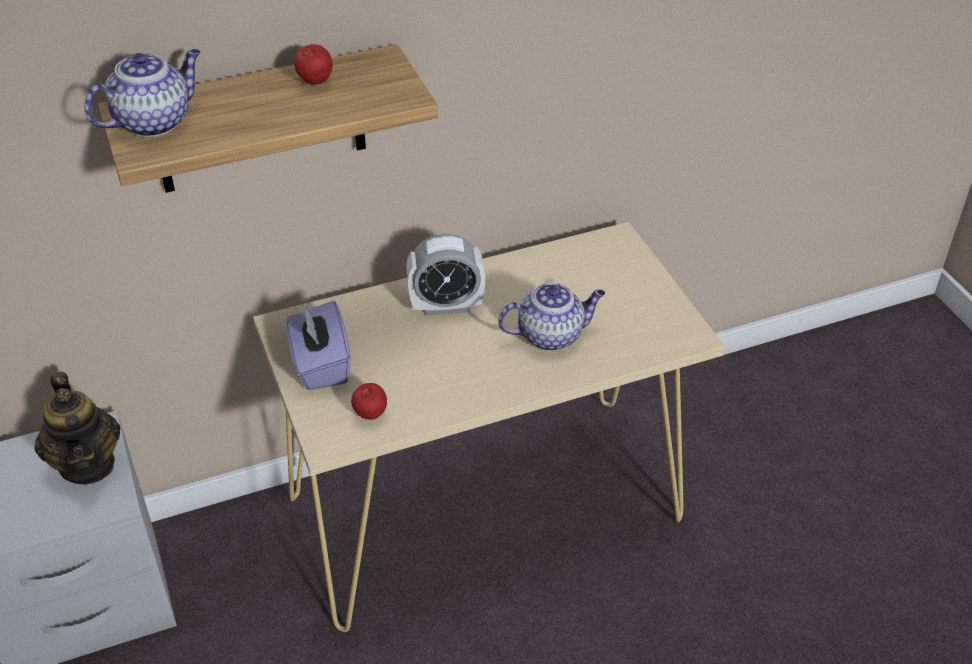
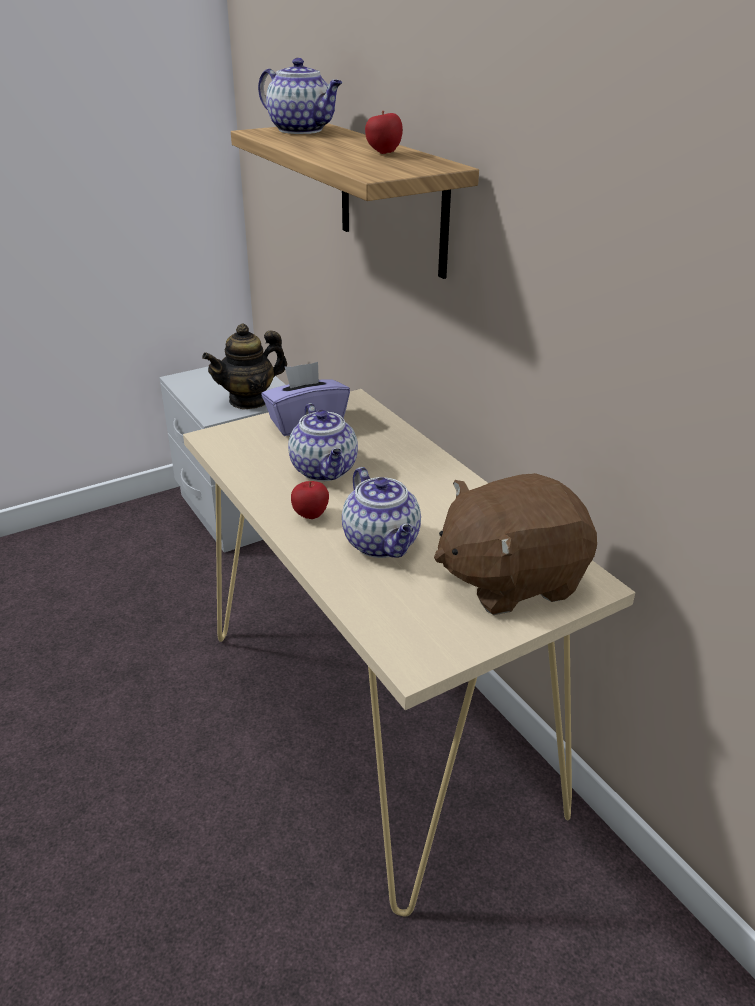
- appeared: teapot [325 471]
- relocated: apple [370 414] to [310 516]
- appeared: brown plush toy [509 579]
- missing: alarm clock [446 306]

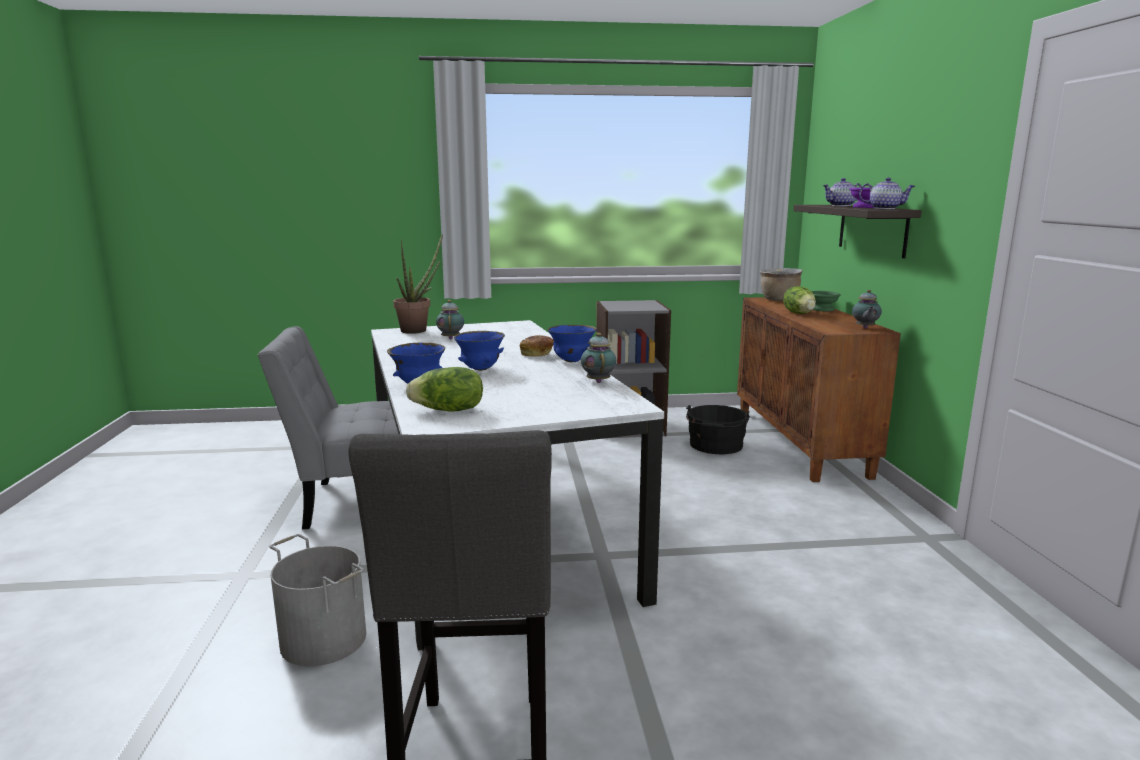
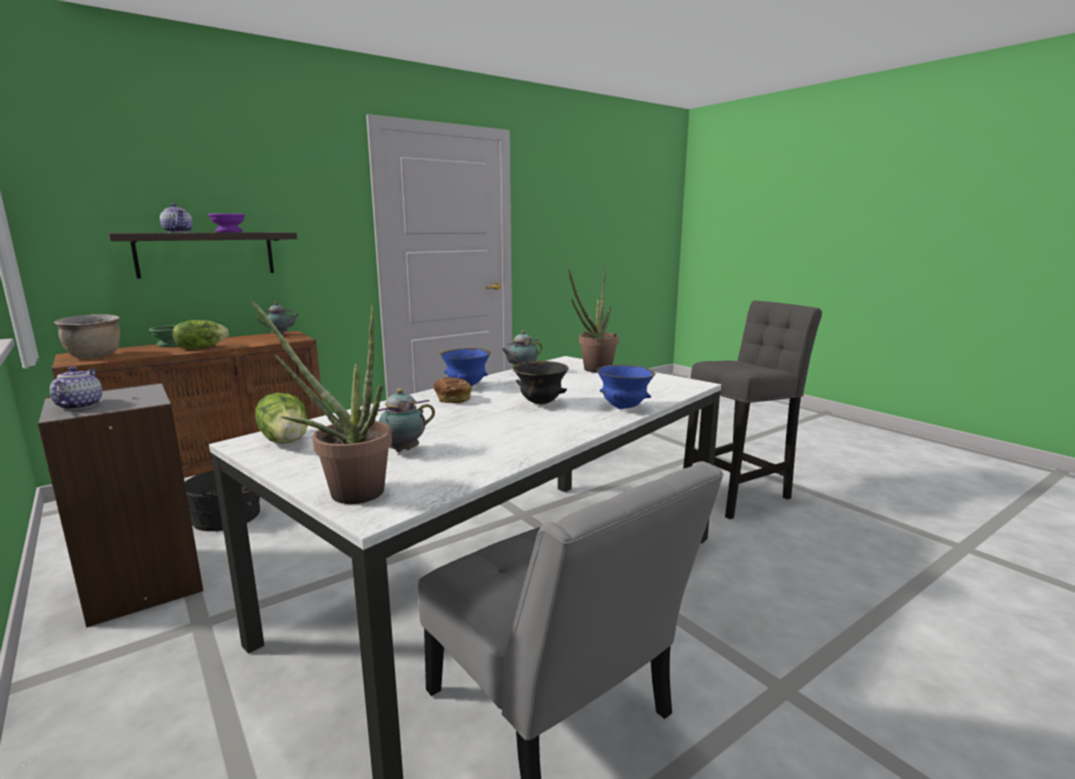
- relocated: teapot [885 208] to [79 406]
- relocated: lettuce [448 410] to [286 440]
- colour: blue bowl [480 369] to black bowl [540 403]
- appeared: potted plant [593 370]
- missing: grey bucket [325 639]

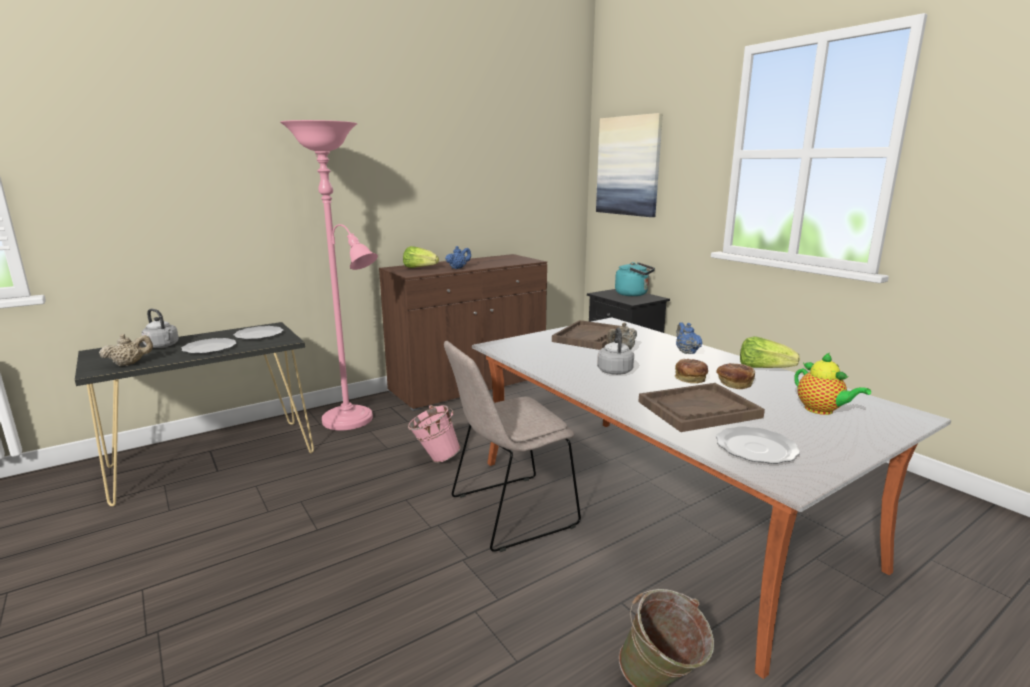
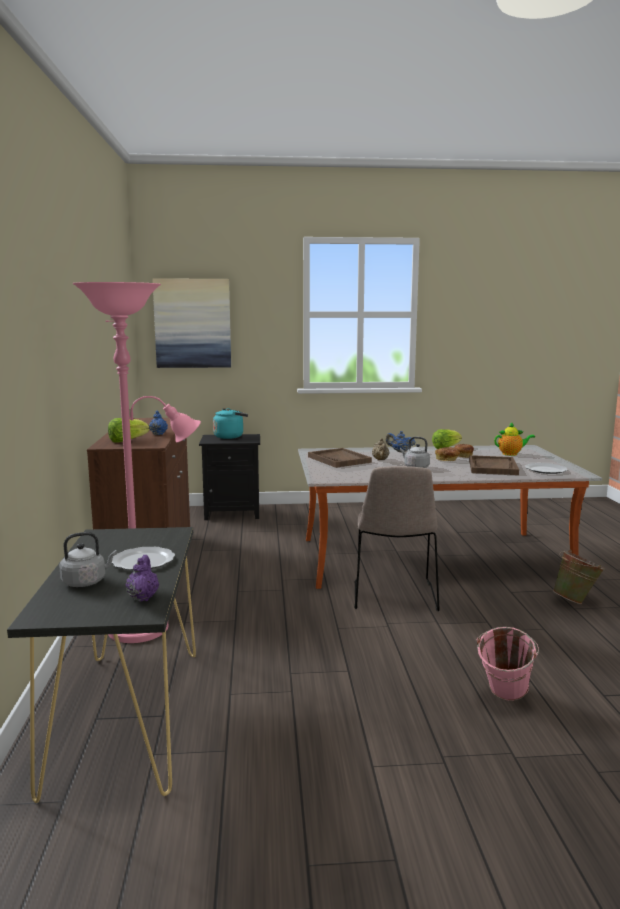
- colour: beige teapot [129 364] to purple teapot [143 597]
- relocated: pink bucket [434 458] to [503 698]
- missing: plate [258 335]

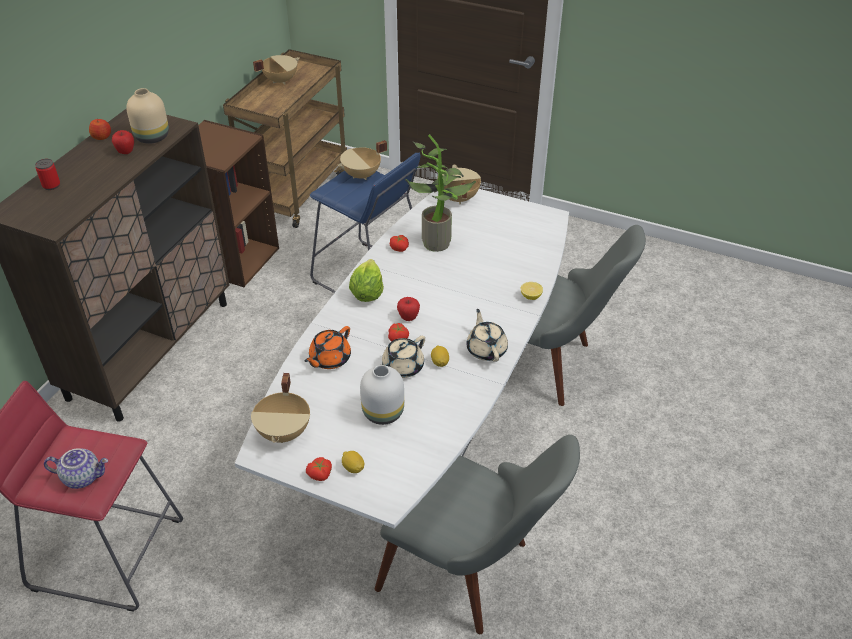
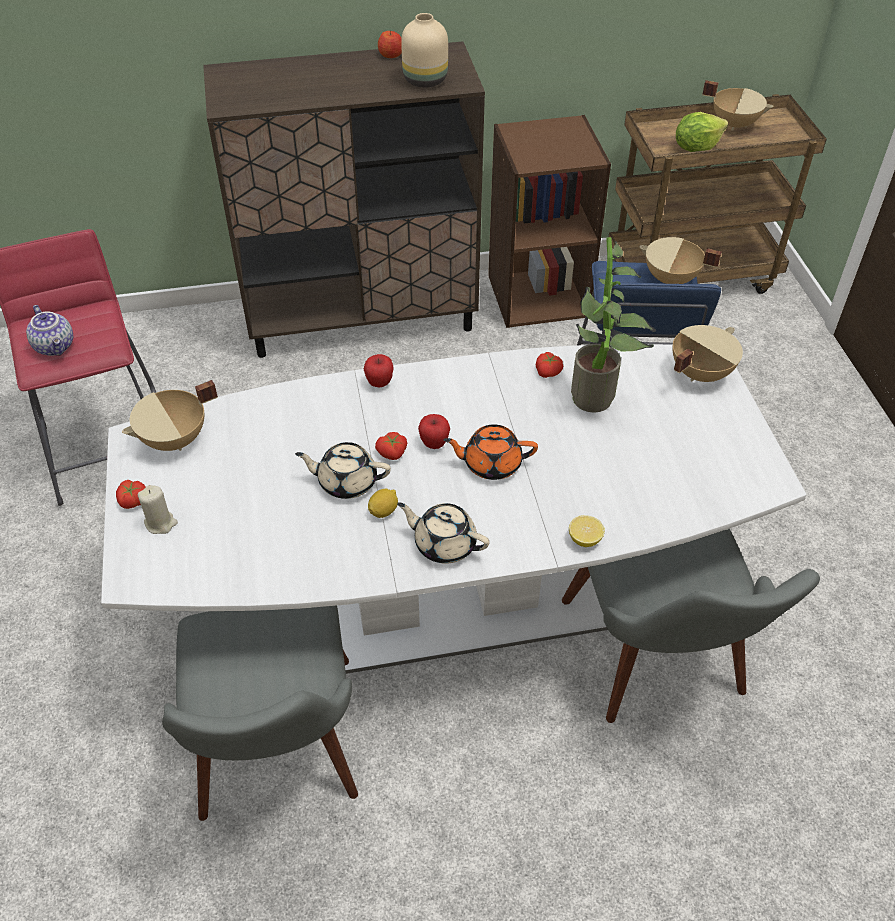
- exchanged: lemon [353 468] to beige candle [161 523]
- relocated: apple [126 152] to [379 383]
- spun: beige teapot [486 349] = [444 543] 105 degrees counterclockwise
- relocated: orange teapot [329 359] to [491 463]
- relocated: lettuce [367 293] to [696 148]
- missing: can [51 185]
- missing: white vase [384 413]

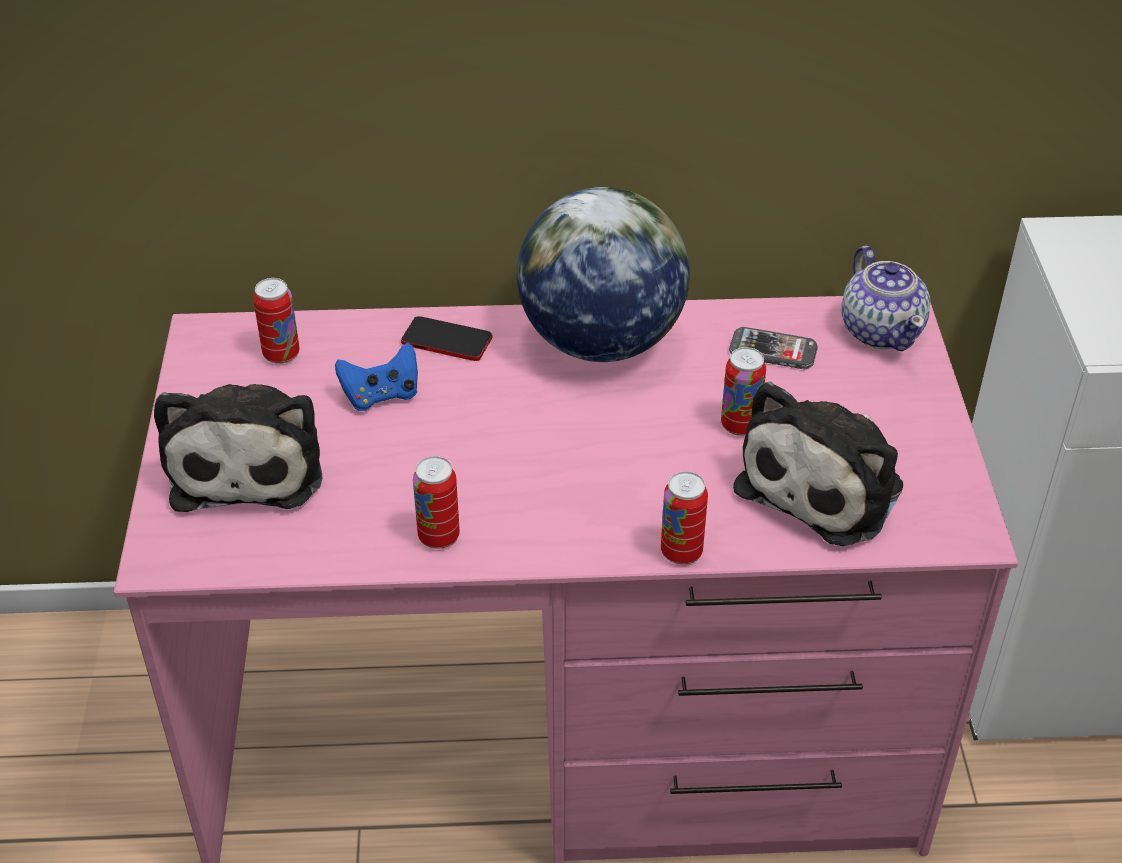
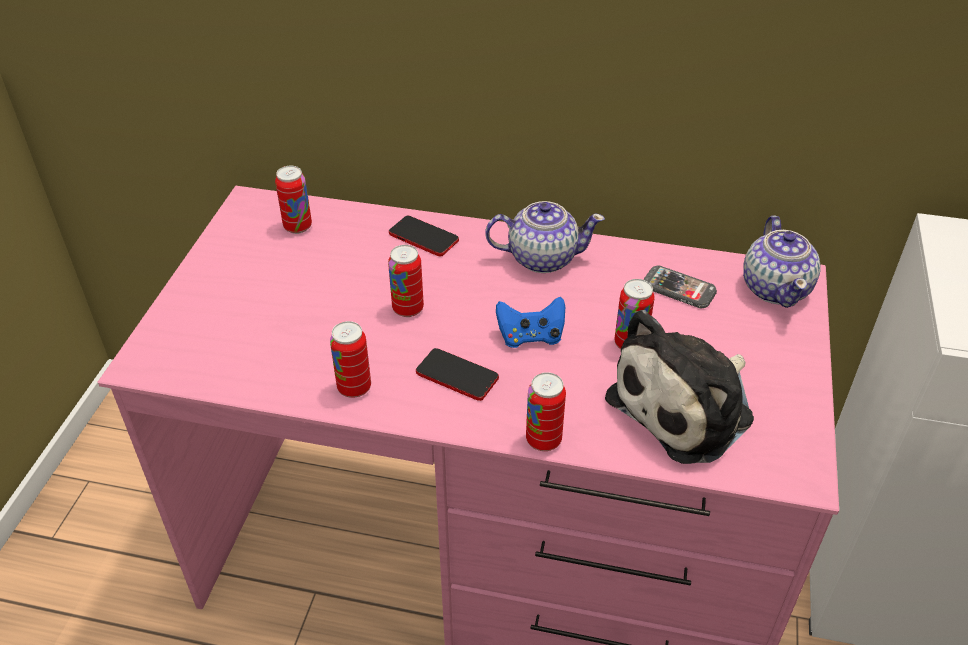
- appeared: can [408 309]
- appeared: phone [457 375]
- exchanged: globe [600 341] to teapot [541 258]
- relocated: blue game controller [381 395] to [530 337]
- missing: plush toy [248 462]

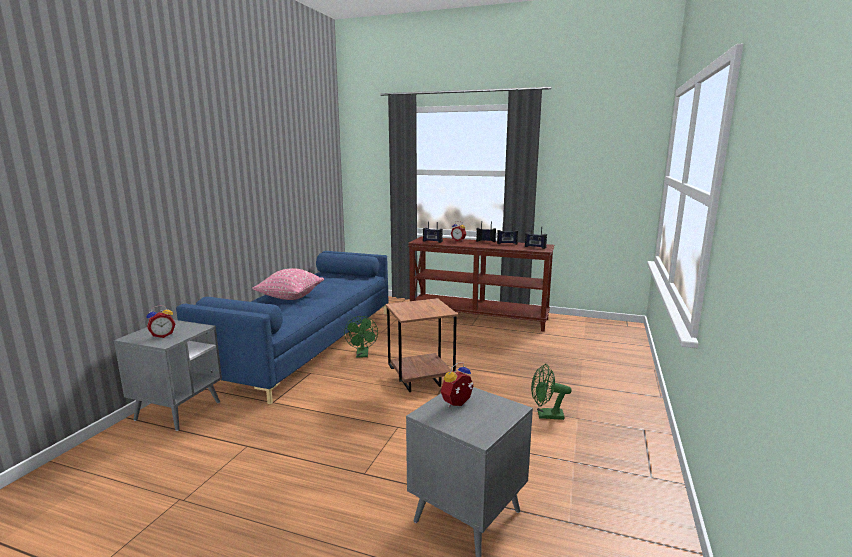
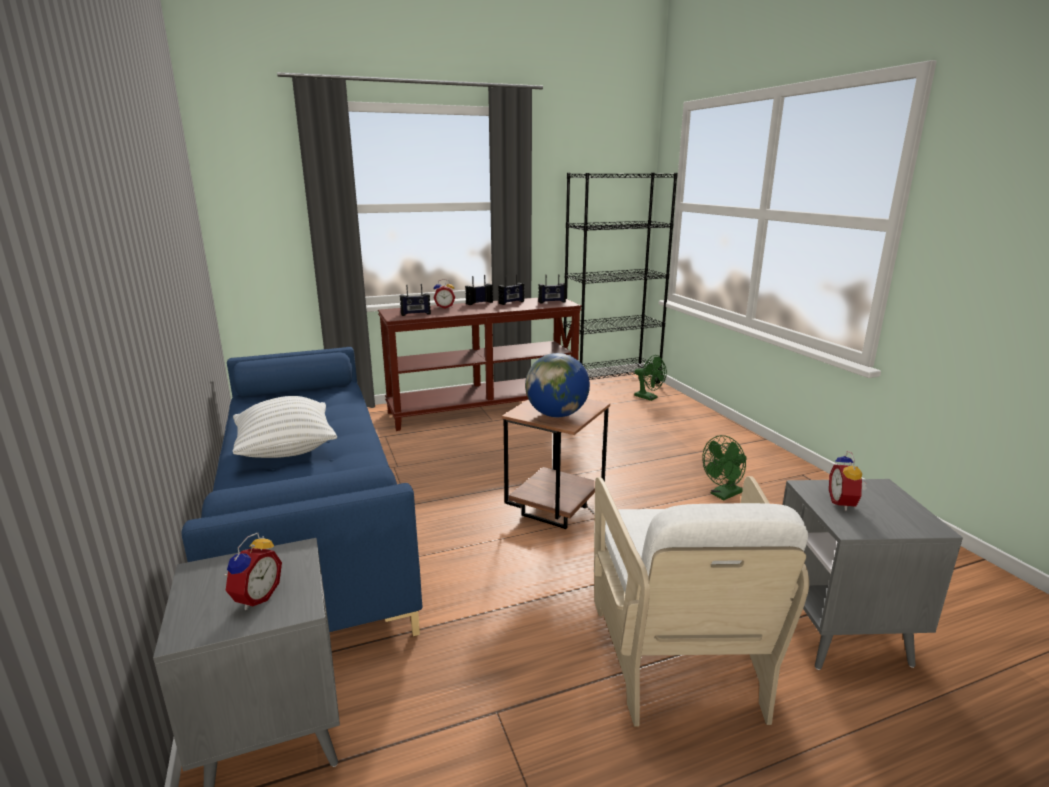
- colour: pink pillow [290 297] to white pillow [287 450]
- appeared: globe [556 415]
- appeared: black bookcase [611 383]
- appeared: white armchair [677 653]
- relocated: green fan [362 355] to [649 398]

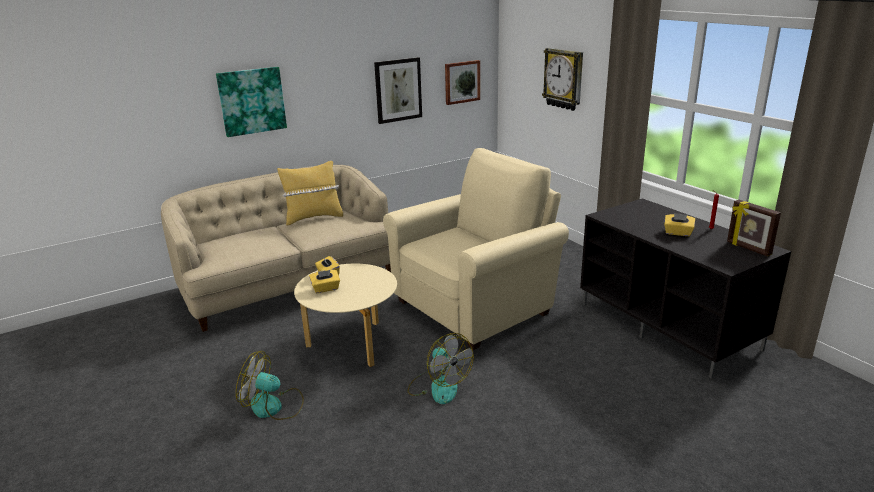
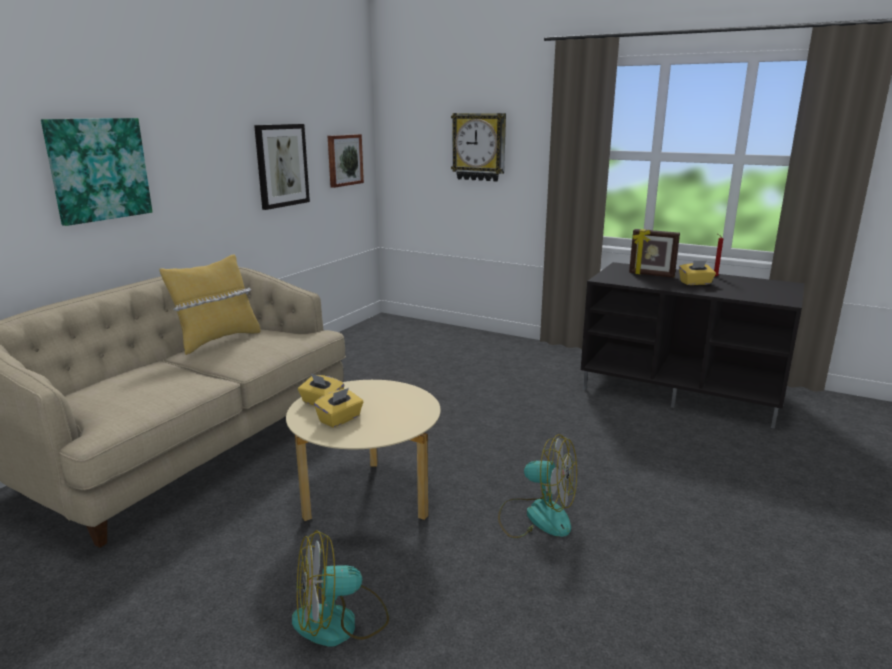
- relocated: picture frame [748 248] to [651 275]
- missing: beige armchair [477 305]

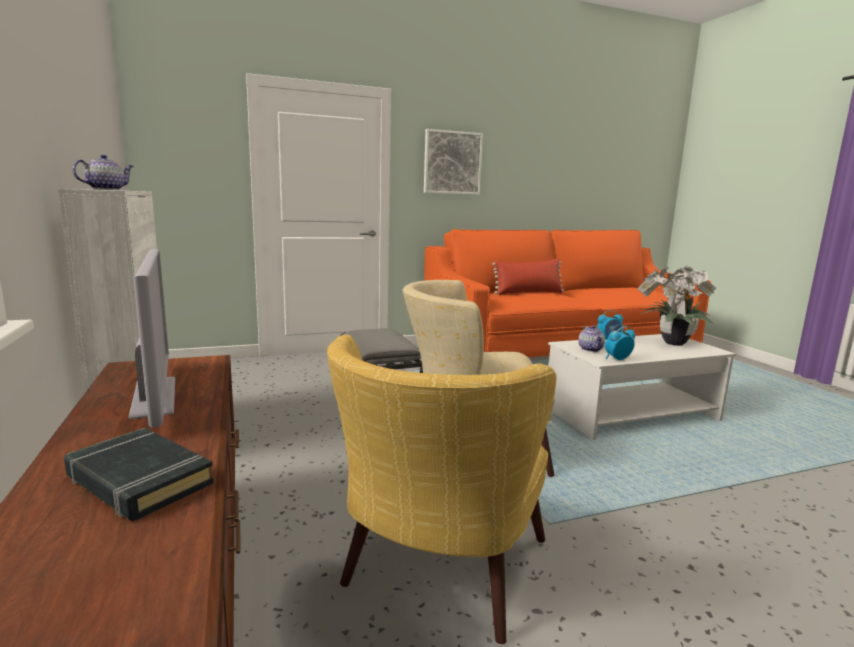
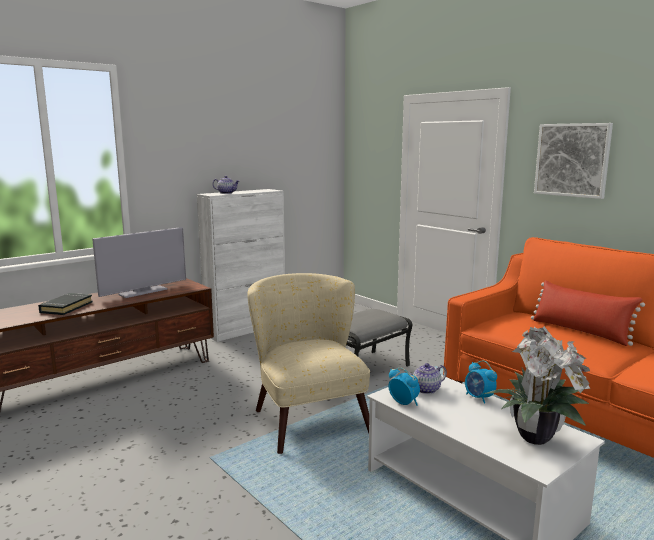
- missing: yellow armchair [437 576]

